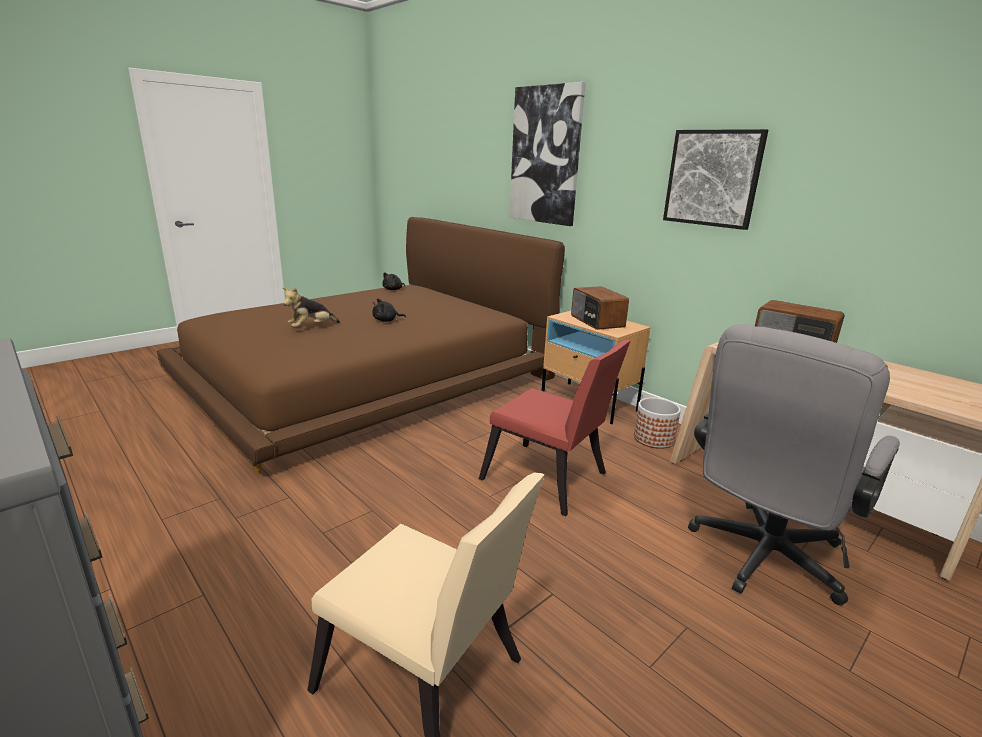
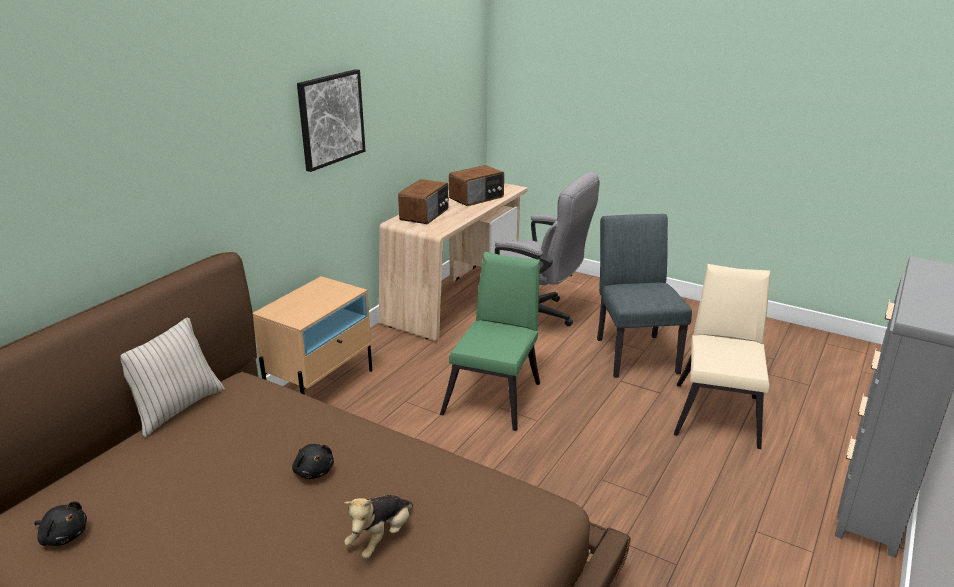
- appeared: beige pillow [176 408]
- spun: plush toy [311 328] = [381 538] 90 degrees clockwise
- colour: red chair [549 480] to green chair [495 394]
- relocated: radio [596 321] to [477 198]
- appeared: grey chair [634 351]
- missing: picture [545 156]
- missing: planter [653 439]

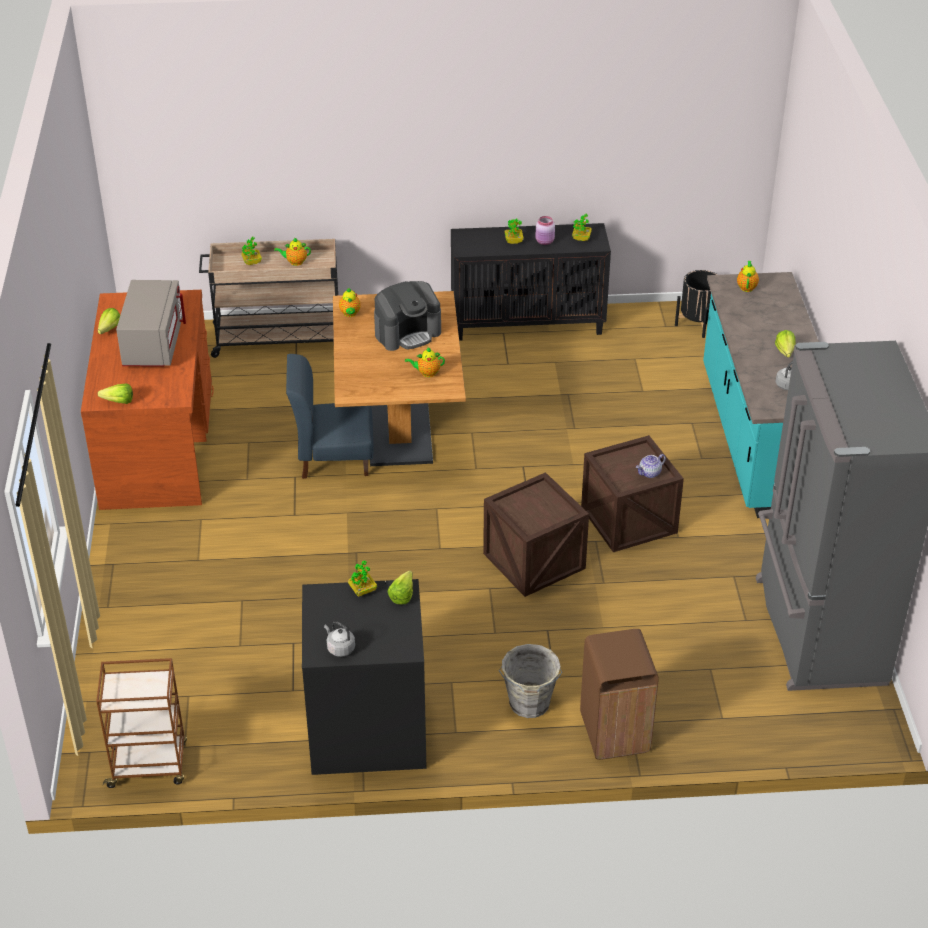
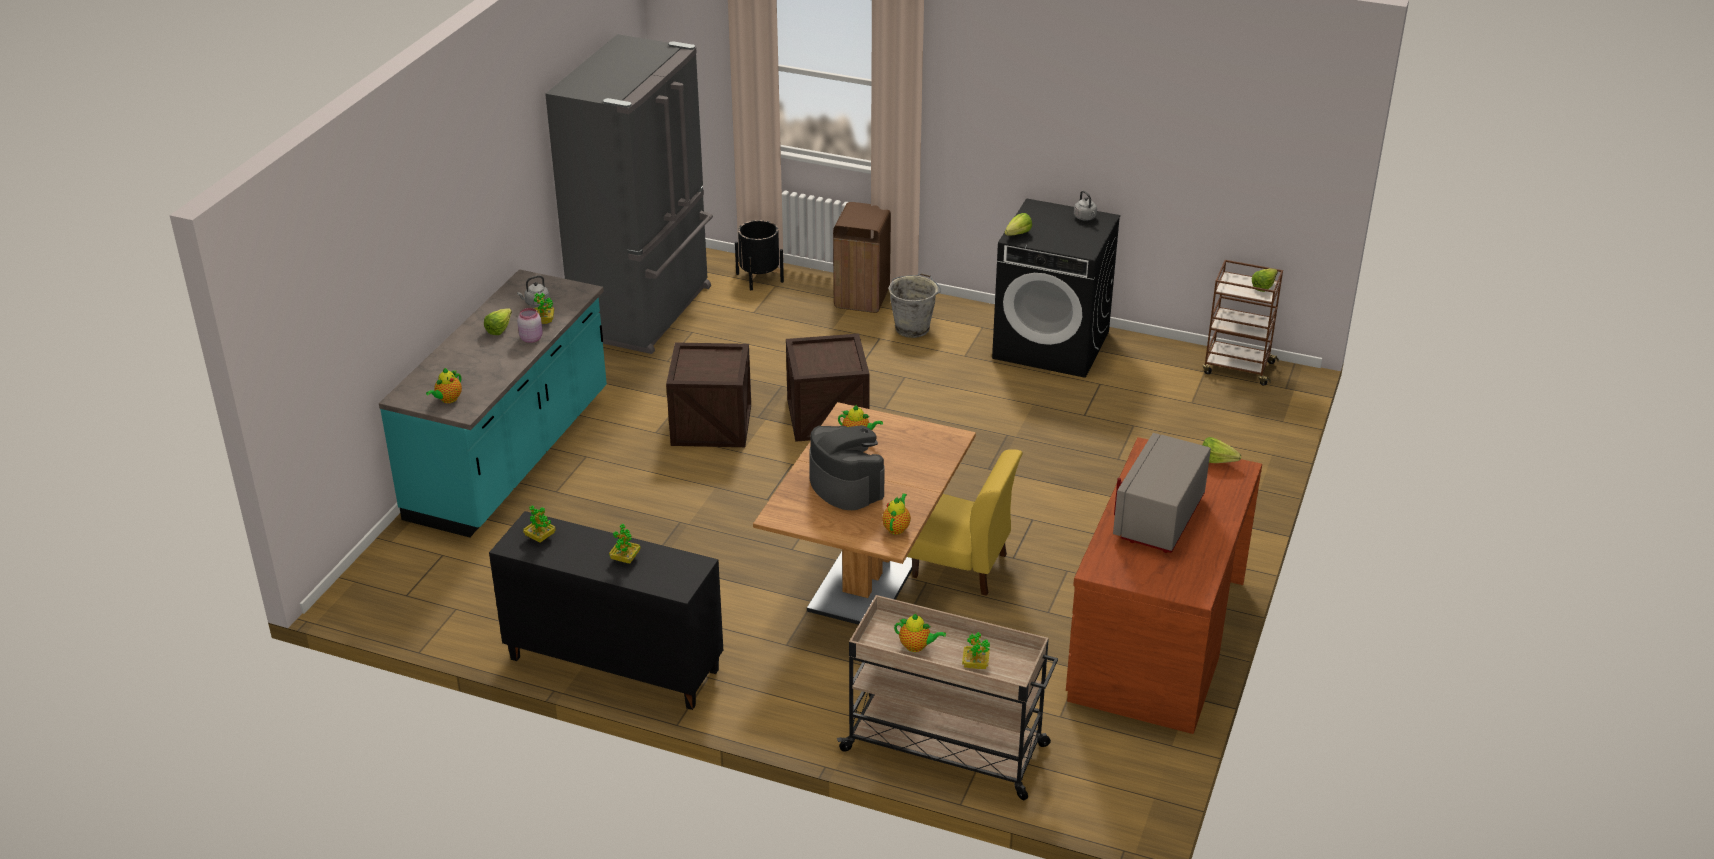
- relocated: pink jar [545 242] to [531 338]
- relocated: potted plant [362 590] to [543 321]
- relocated: black planter [698 324] to [759 278]
- spun: coffee machine [407 333] = [846 485] 60 degrees clockwise
- colour: blue chair [333 458] to yellow chair [960 566]
- relocated: lettuce [107 331] to [1266 286]
- missing: teapot [650 473]

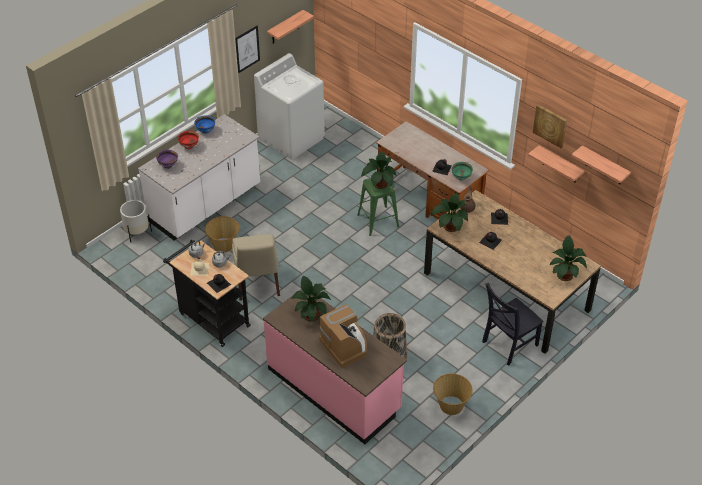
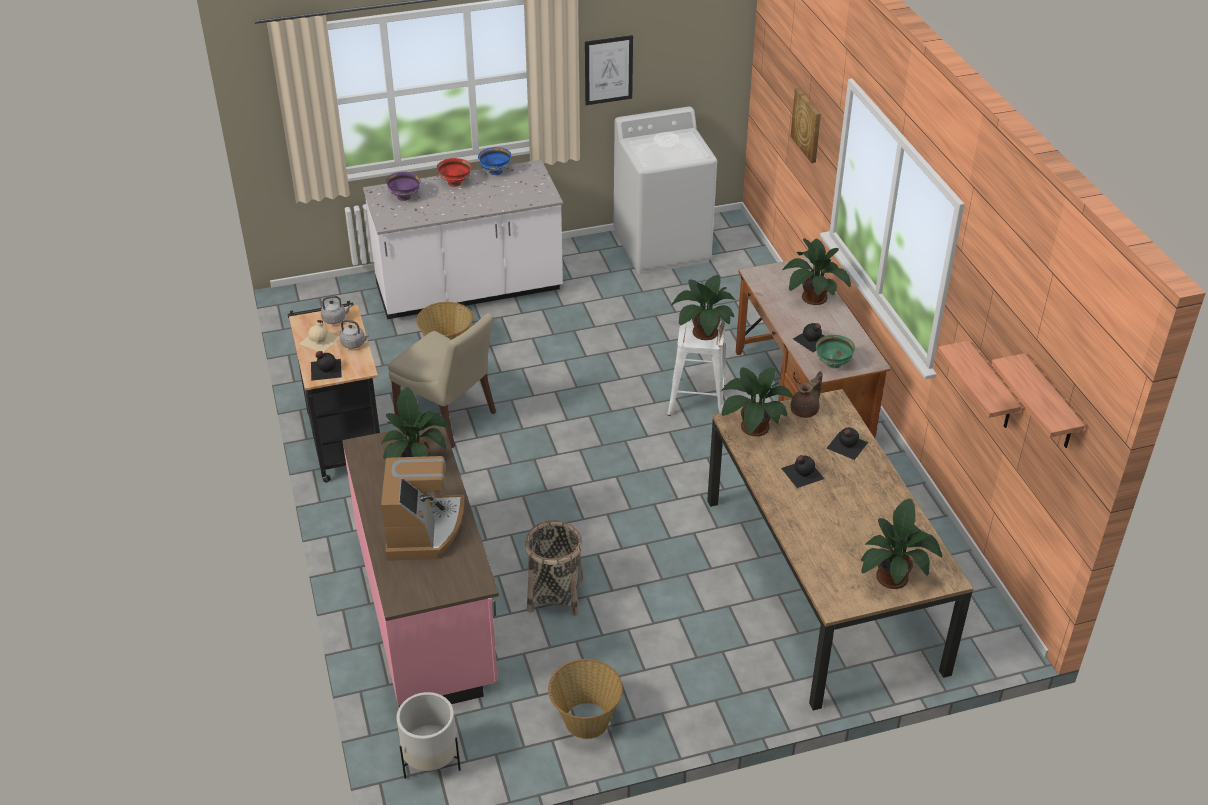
- spun: beige chair [257 283] = [448 417] 75 degrees counterclockwise
- relocated: white planter [137 233] to [431 761]
- colour: green stool [377 221] to white stool [696 399]
- appeared: potted plant [812 296]
- relocated: picture [550 125] to [807 125]
- missing: shelf [285 27]
- missing: black chair [508 344]

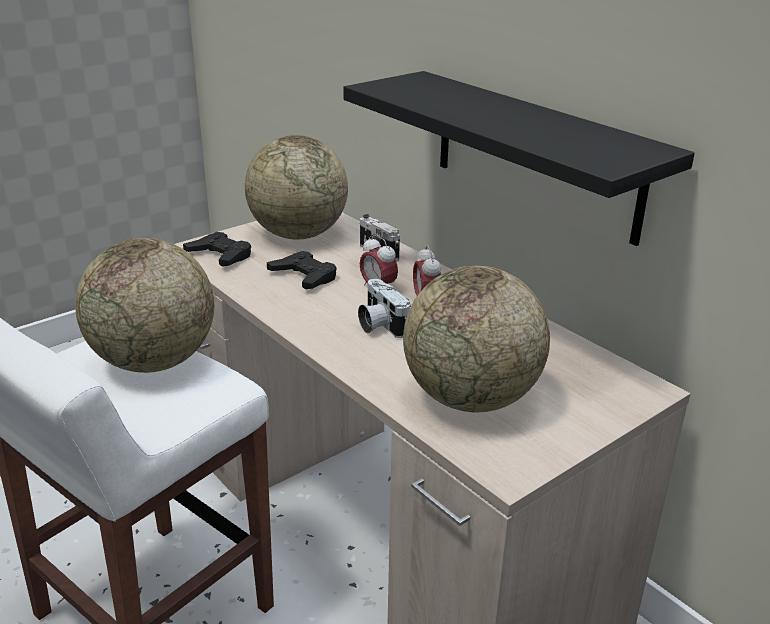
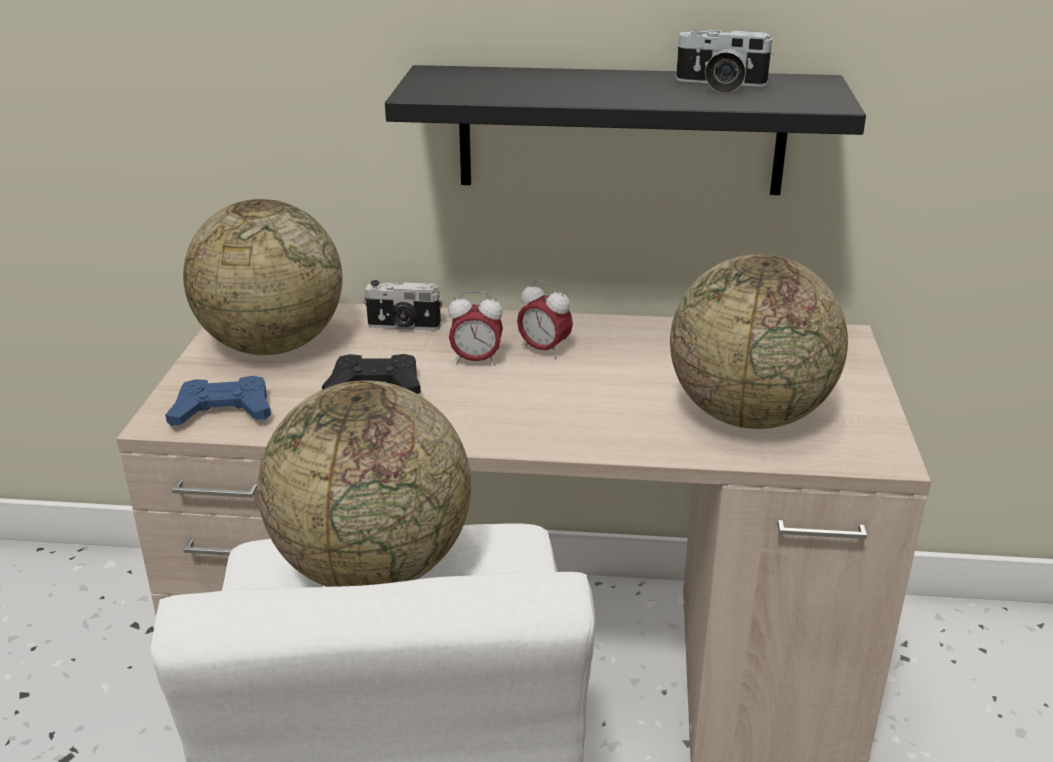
- colour: black game controller [220 255] to blue game controller [223 411]
- relocated: photo camera [379 325] to [719 86]

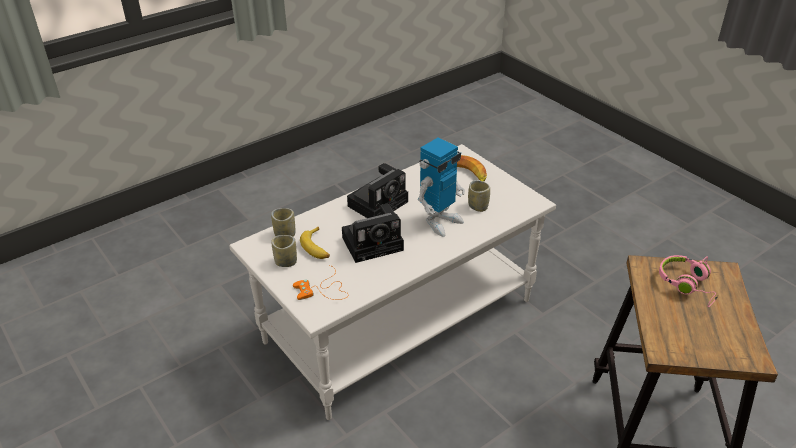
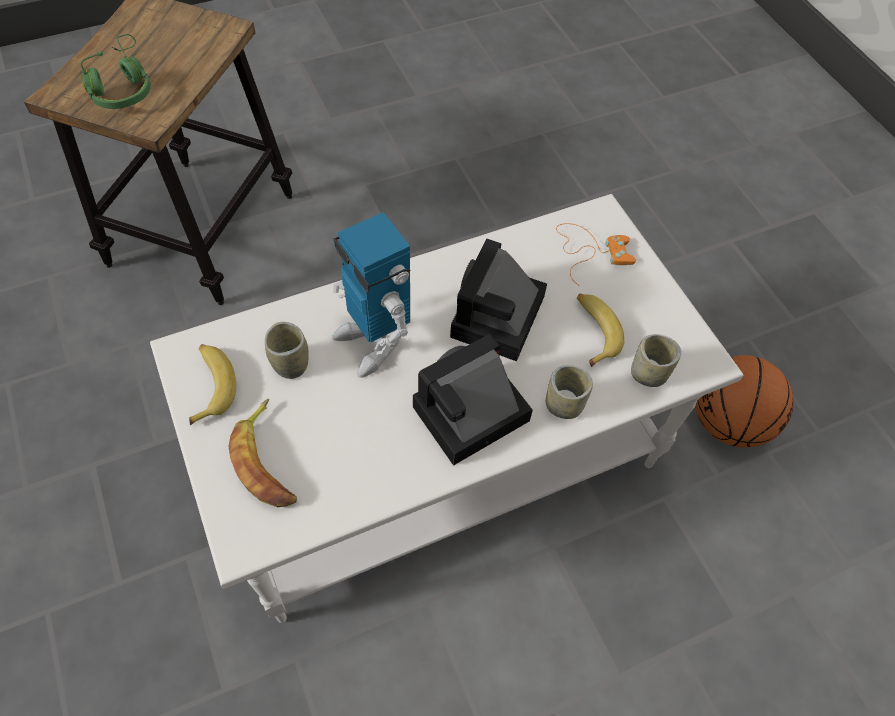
- colour: pink headphones [688 285] to green headphones [121 86]
- appeared: banana [211 385]
- spun: toy robot [440 222] = [373 342] 90 degrees counterclockwise
- spun: photo camera [375 243] = [497 320] 60 degrees counterclockwise
- relocated: cup [286 262] to [563 405]
- appeared: basketball [728 422]

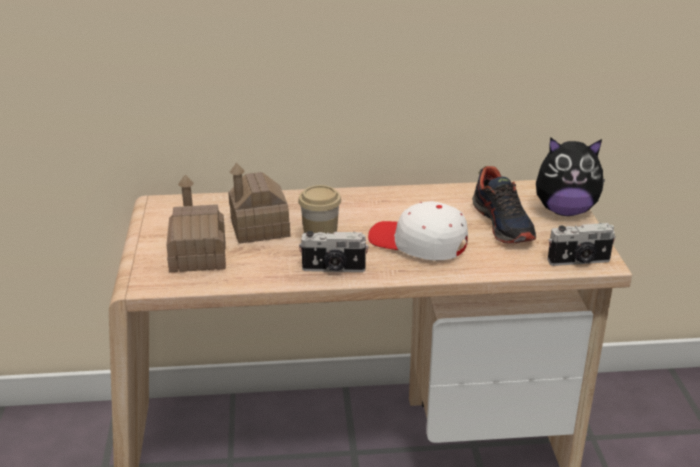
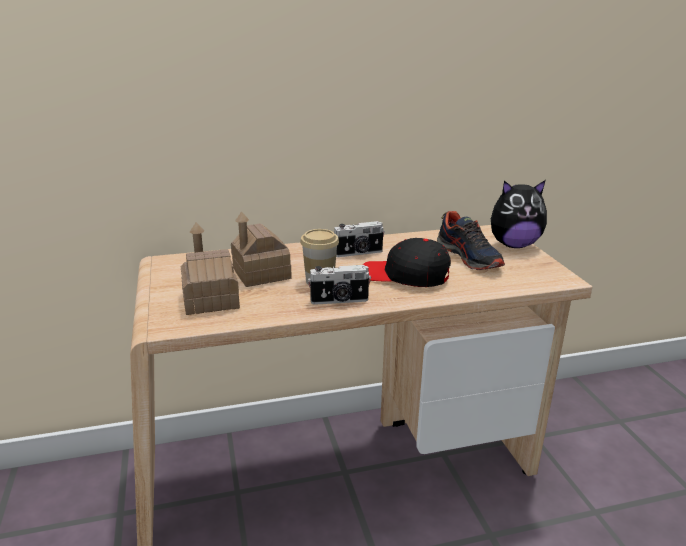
- relocated: photo camera [579 261] to [359 253]
- colour: white cap [418 243] to black cap [405 276]

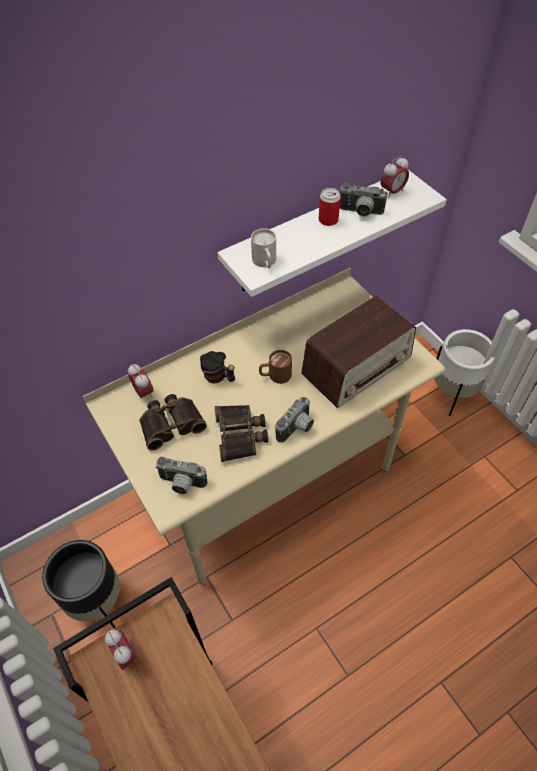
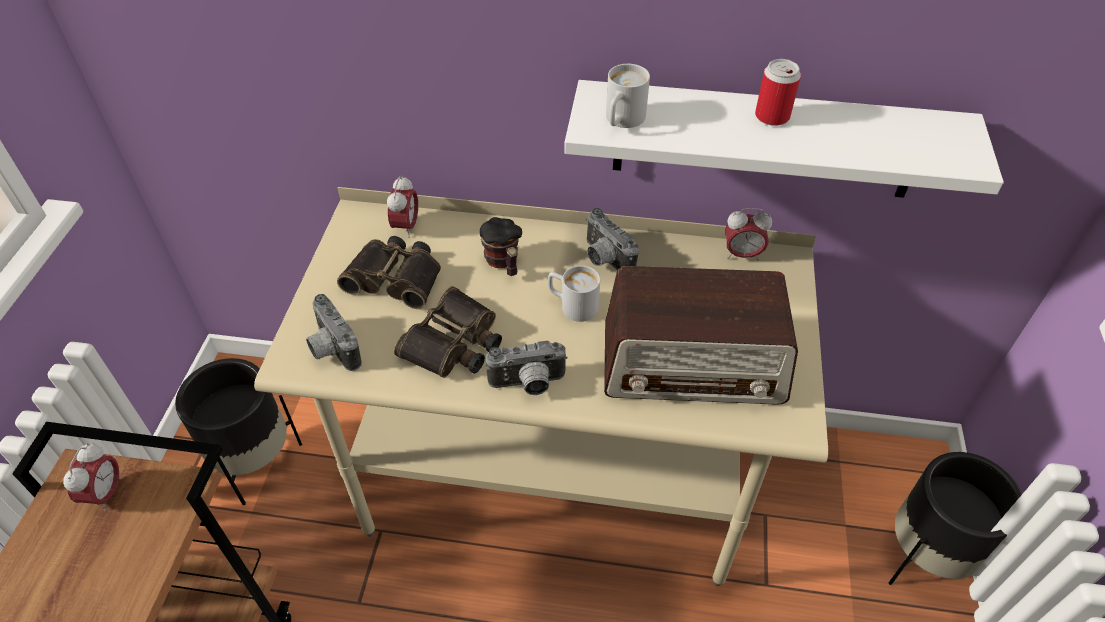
- colour: brown mug [275 376] to white mug [572 305]
- relocated: photo camera [360 213] to [604 259]
- relocated: alarm clock [392 192] to [742 254]
- colour: white planter [453 393] to black planter [925 558]

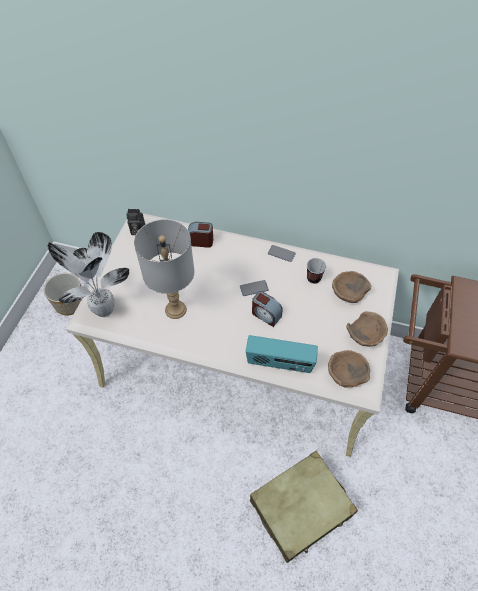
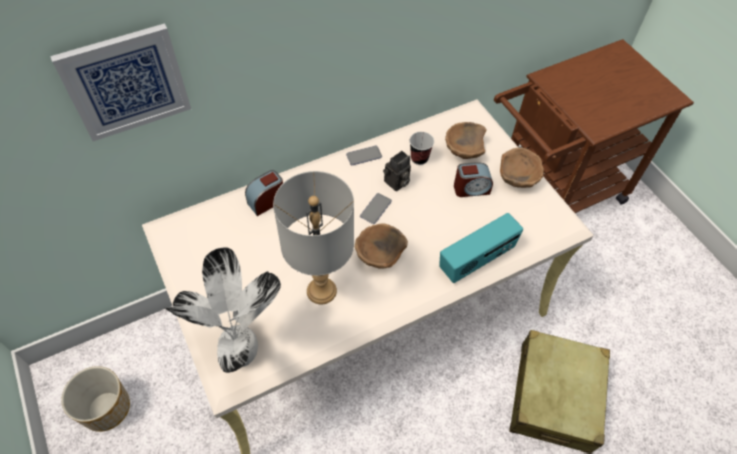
- appeared: picture [126 82]
- relocated: brown bowl [346 374] to [379 254]
- relocated: photo camera [137 231] to [396 183]
- relocated: alarm clock [265 315] to [471 189]

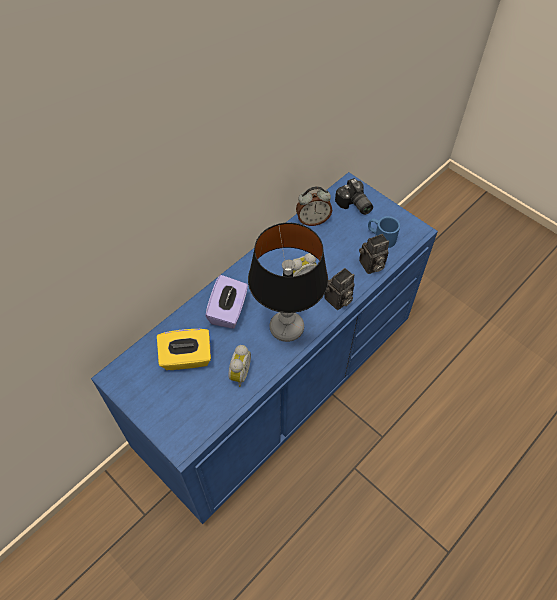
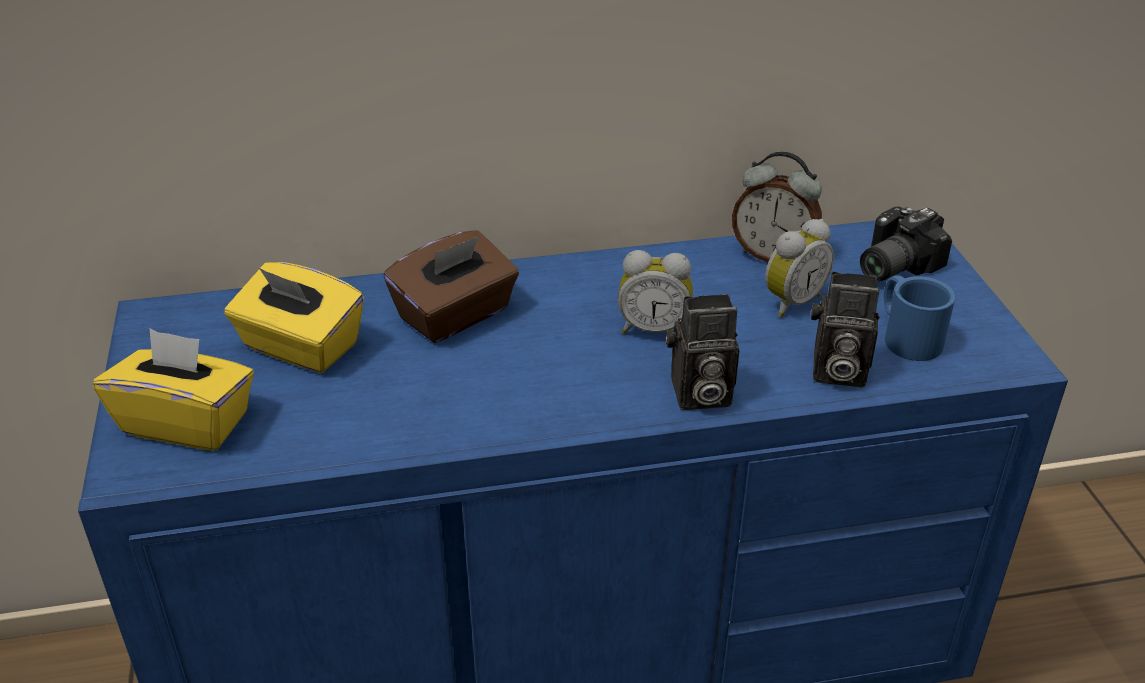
- appeared: yellow tissue box [187 422]
- colour: purple tissue box [228 311] to brown tissue box [455 315]
- relocated: alarm clock [238 374] to [791 302]
- spun: photo camera [354 205] = [890 265] 45 degrees clockwise
- missing: table lamp [287 328]

